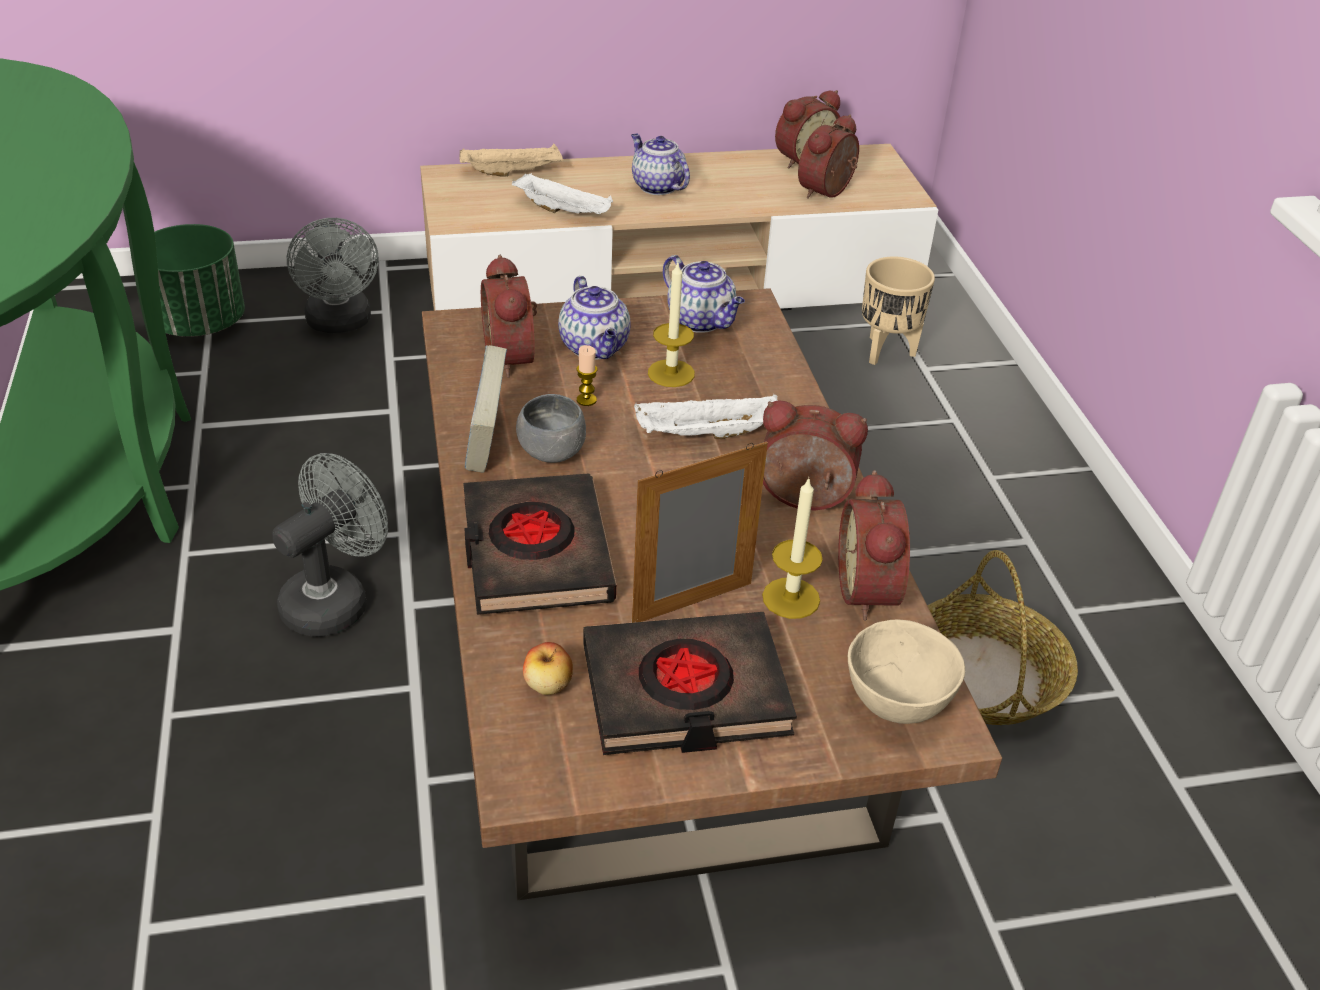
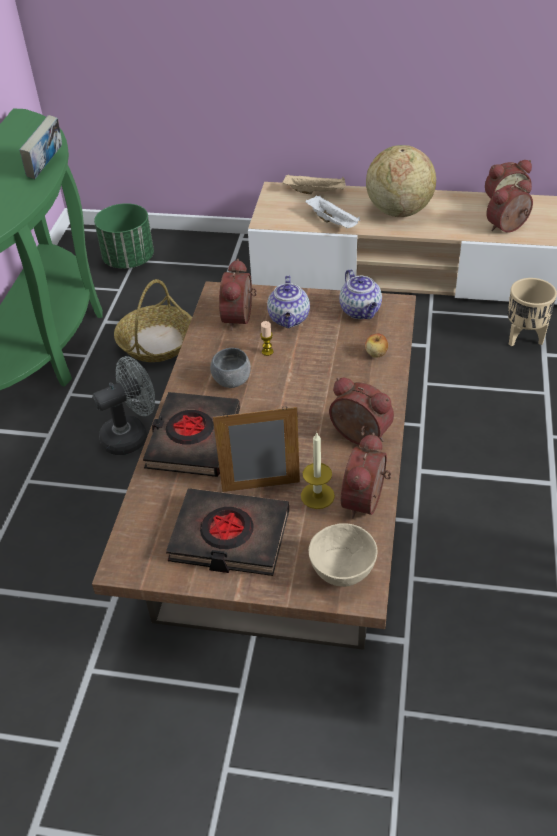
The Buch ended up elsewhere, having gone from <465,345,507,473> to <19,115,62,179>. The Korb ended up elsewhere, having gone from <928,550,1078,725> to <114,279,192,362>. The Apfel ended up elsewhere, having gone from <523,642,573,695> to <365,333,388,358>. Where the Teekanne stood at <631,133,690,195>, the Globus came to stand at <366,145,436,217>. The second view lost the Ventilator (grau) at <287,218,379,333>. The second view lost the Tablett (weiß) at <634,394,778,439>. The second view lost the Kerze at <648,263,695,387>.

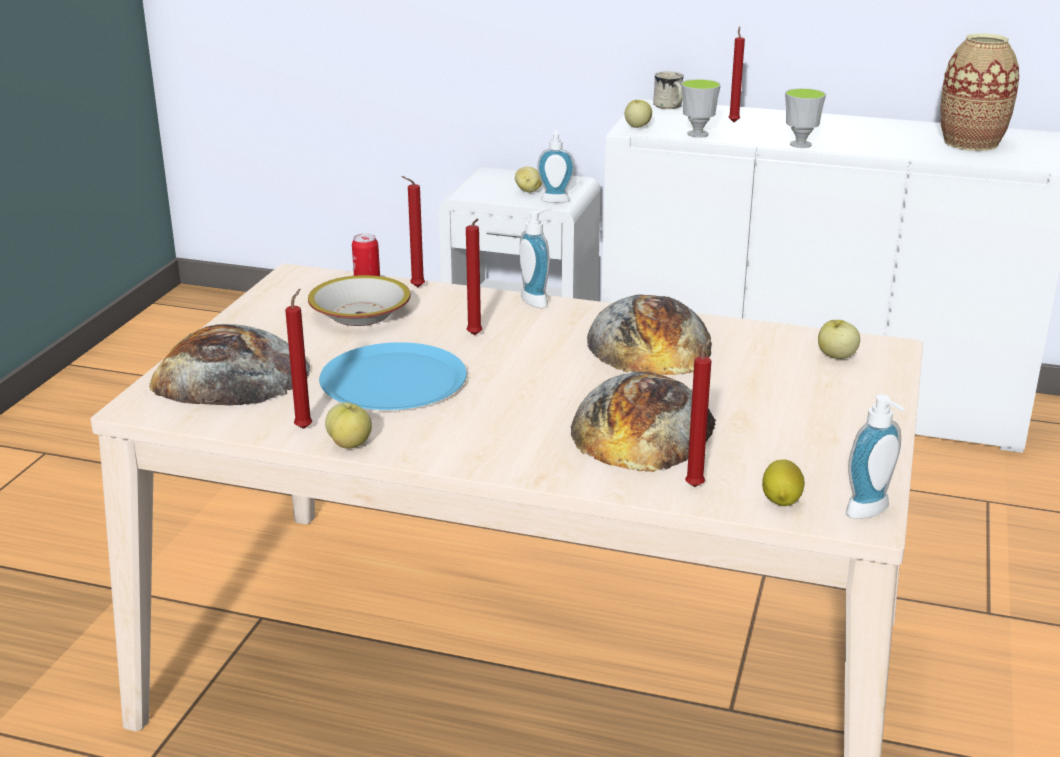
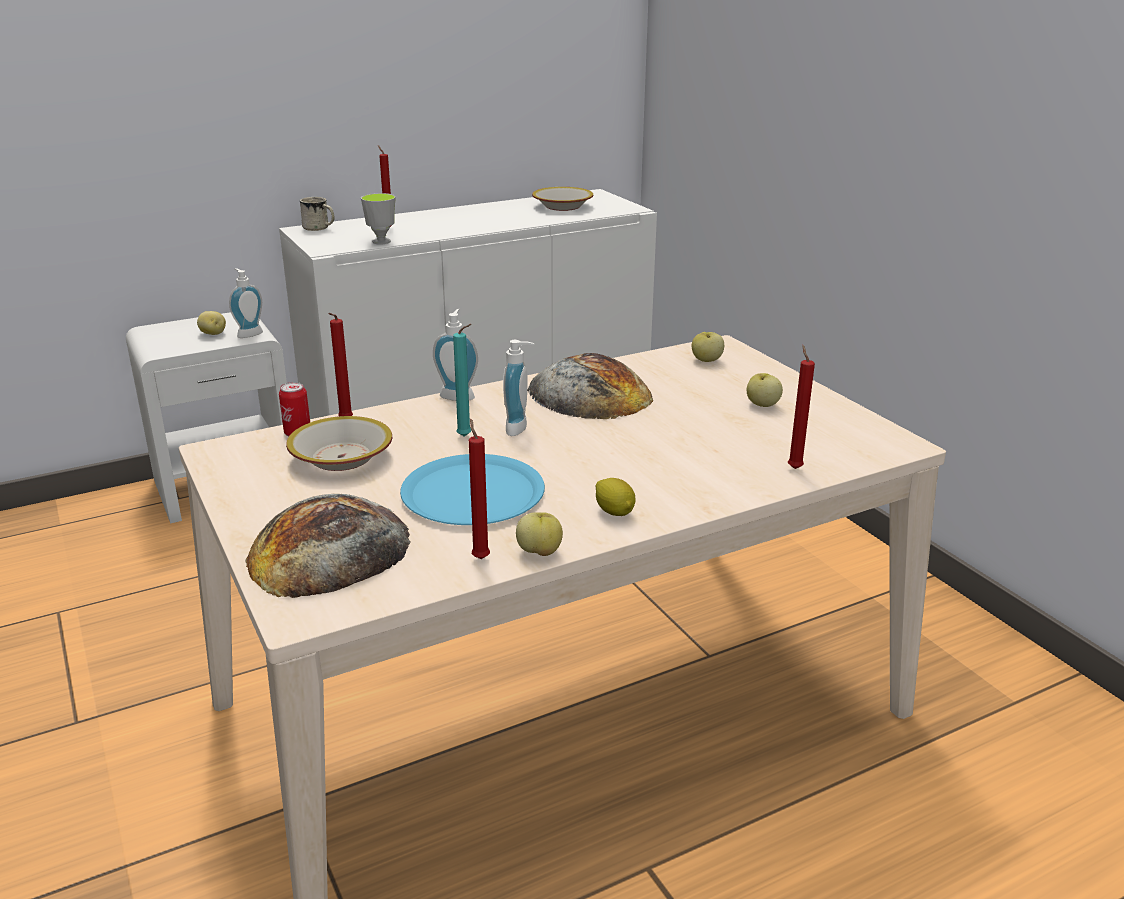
What was the Kerze (rot) at <466,219,482,335> turned into the Kerze (türkis) at <453,324,472,437>. The Seifenspender ended up elsewhere, having gone from <846,394,904,519> to <503,340,535,436>. Where the Vase stood at <941,33,1019,151>, the Schüssel came to stand at <532,187,593,211>. The Zitrone ended up elsewhere, having gone from <762,460,805,506> to <596,478,636,516>. The Apfel ended up elsewhere, having gone from <625,100,652,128> to <747,373,783,407>. The second view lost the Brot at <571,372,716,472>. The second view lost the Tasse at <785,88,826,148>.

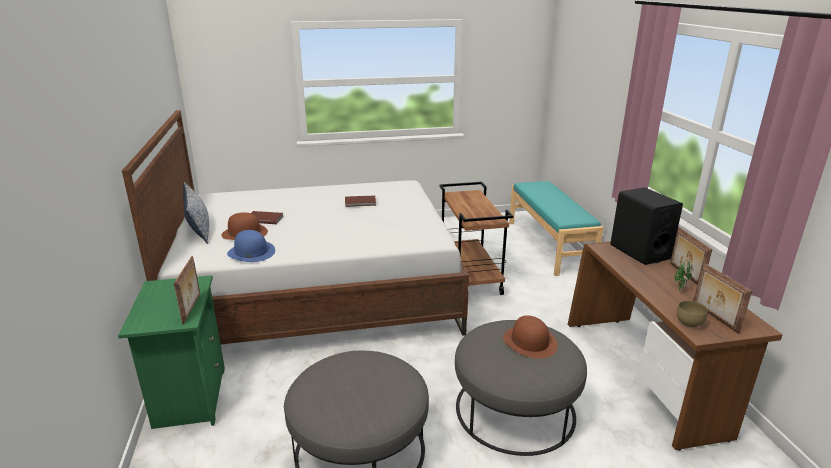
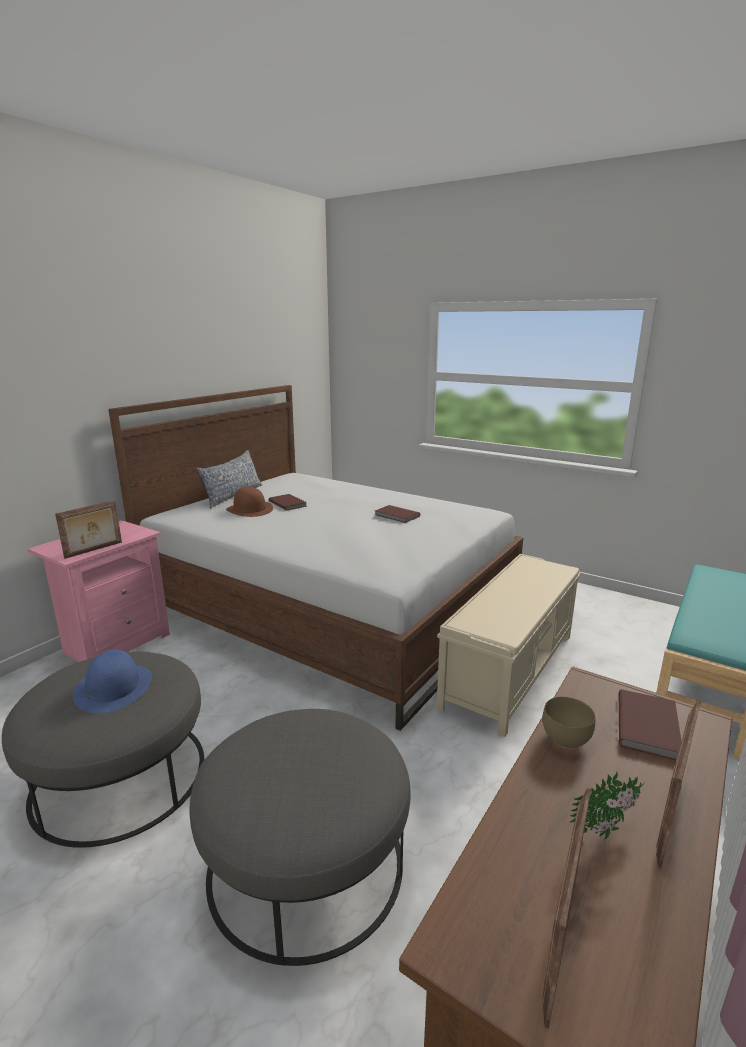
What was the Nachttisch (grün) at <118,275,225,429> turned into the Nachttisch (rosa) at <28,520,170,662>. The Hut (blau) ended up elsewhere, having gone from <227,230,275,262> to <73,650,152,713>. Where the Rollwagen (braun) stood at <439,182,513,295>, the Bank (beige) came to stand at <436,554,580,737>. The Schüssel (braun) ended up elsewhere, having gone from <677,301,708,328> to <542,697,595,749>. Where the Lautsprecher (schwarz) stood at <610,187,683,265>, the Buch (braun) came to stand at <619,690,681,760>. The second view lost the Hut (braun) at <503,315,558,359>.

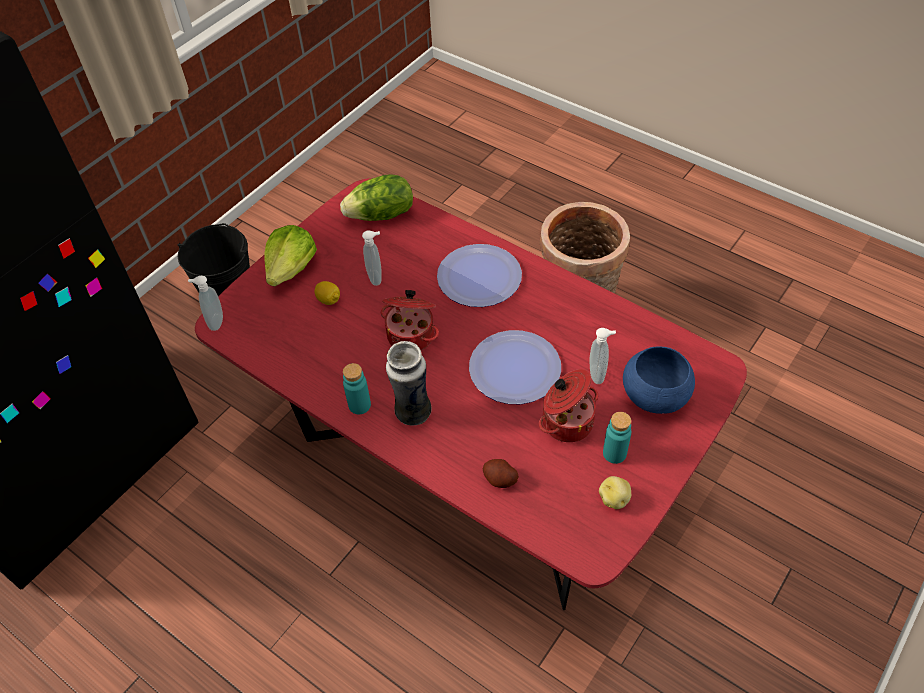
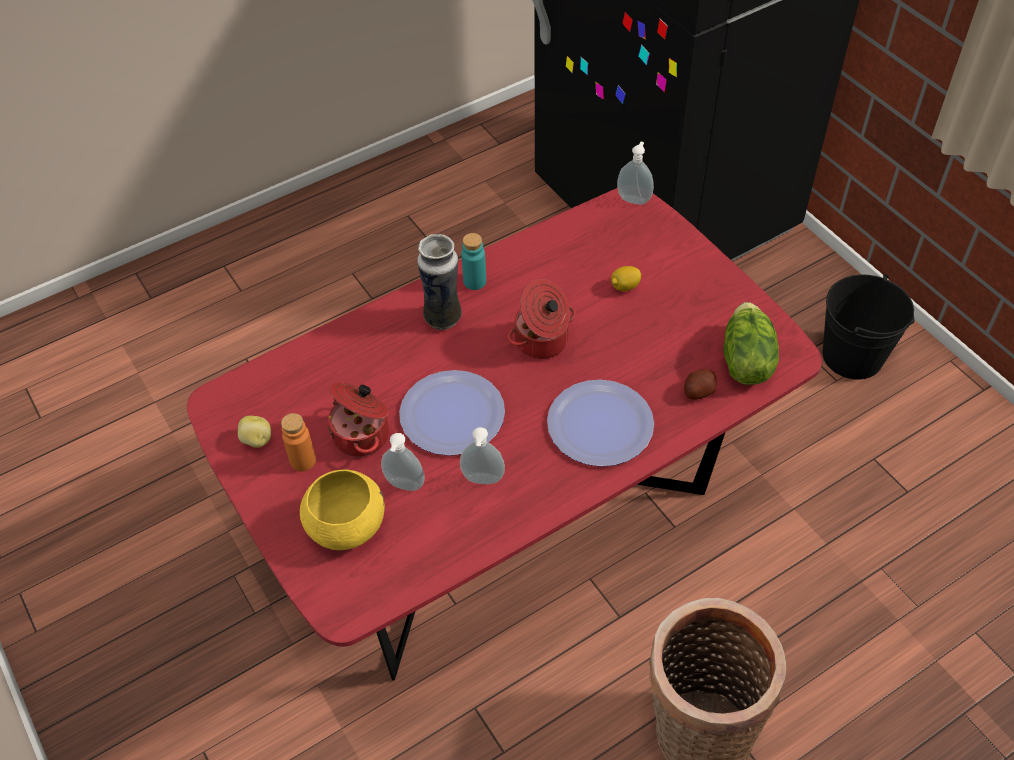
What was the Flasche (türkis) at <603,412,631,464> turned into the Flasche (orange) at <281,413,316,472>. What was the Schüssel (blau) at <623,346,695,414> turned into the Schüssel (gelb) at <300,469,385,550>. The Seifenspender ended up elsewhere, having gone from <362,231,382,286> to <460,427,505,484>. The Kartoffel ended up elsewhere, having gone from <483,459,519,488> to <684,369,717,400>. The second view lost the Salatkopf at <264,225,317,286>.

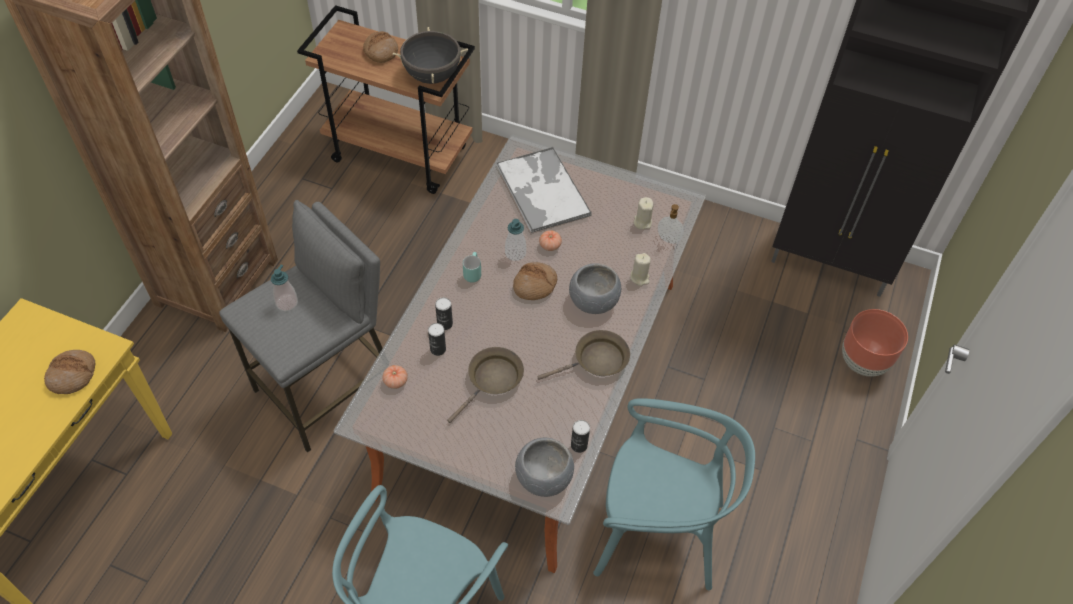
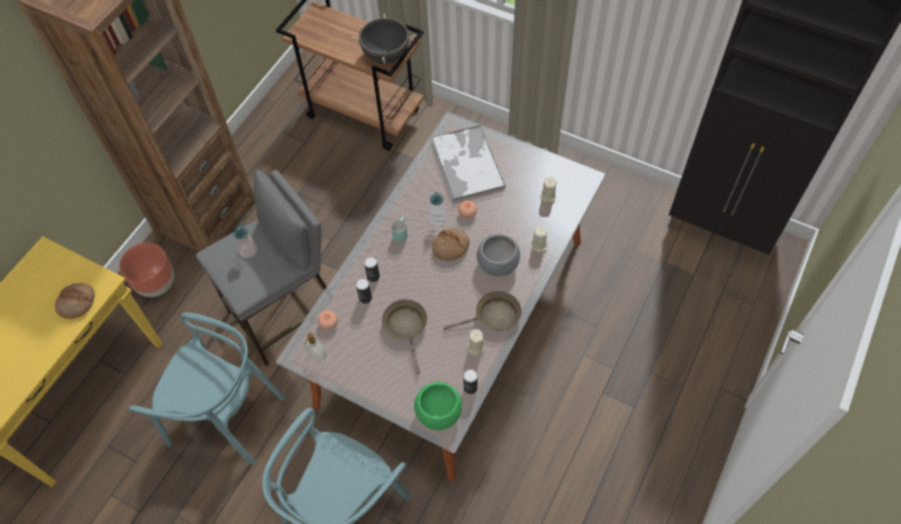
The Pflanzkübel (braun) ended up elsewhere, having gone from <842,309,908,377> to <119,243,174,297>. The Stuhl (türkis) ended up elsewhere, having gone from <593,398,755,590> to <128,312,285,465>. The Seifenspender ended up elsewhere, having gone from <658,204,683,244> to <304,332,326,361>. The Pfanne (braun) at <447,347,524,423> ended up facing another way, 60 degrees counterclockwise from before. What was the Schüssel (grau) at <515,438,574,497> turned into the Schüssel (grün) at <414,382,462,430>. The second view gained the Kerze (beige) at <466,329,485,356>. The second view lost the Brot at <363,31,398,63>.

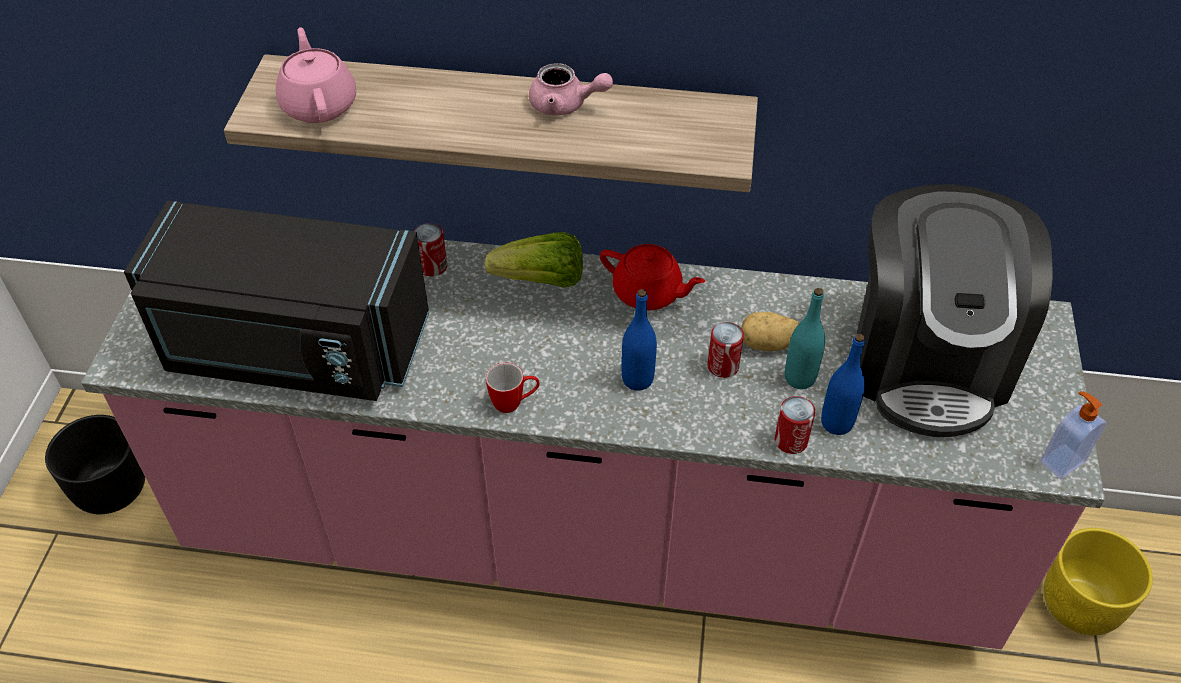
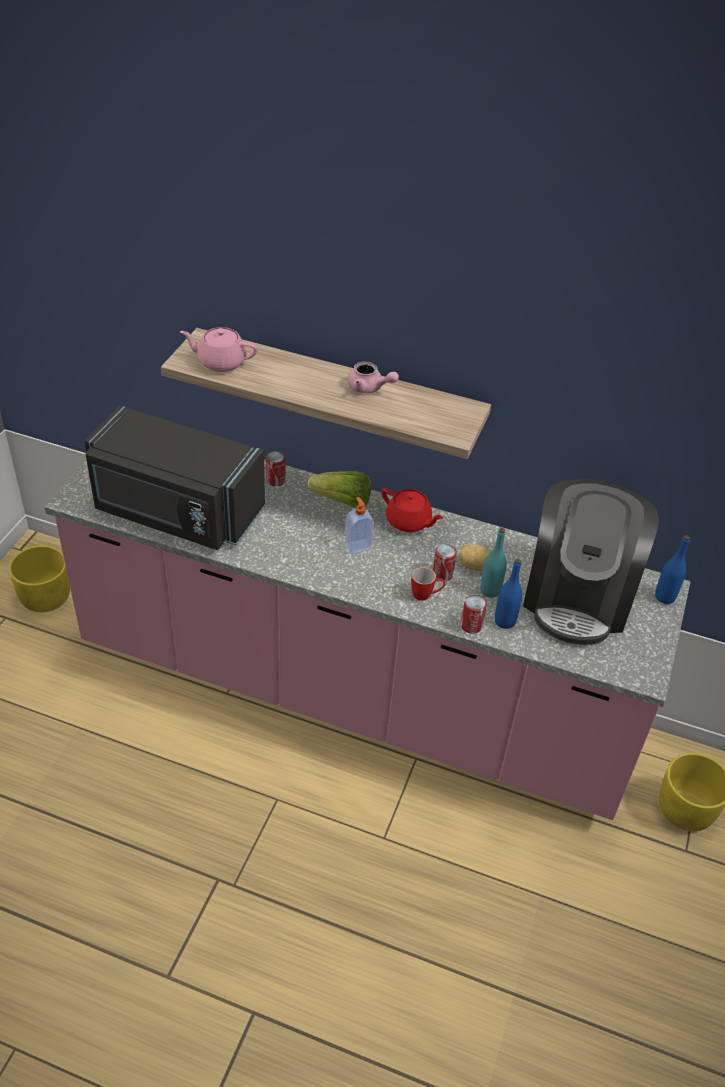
What was the Pflanzkübel (schwarz) at <45,415,145,514> turned into the Pflanzkübel (gelb) at <9,545,70,612>. The Teekanne (rosa) at <276,27,356,123> ended up facing another way, 75 degrees counterclockwise from before. The Seifenspender ended up elsewhere, having gone from <1040,391,1107,479> to <345,497,374,554>. The Henkelbecher ended up elsewhere, having gone from <486,362,540,413> to <411,567,445,601>. The Flasche (blau) ended up elsewhere, having gone from <622,289,657,391> to <655,535,690,604>.

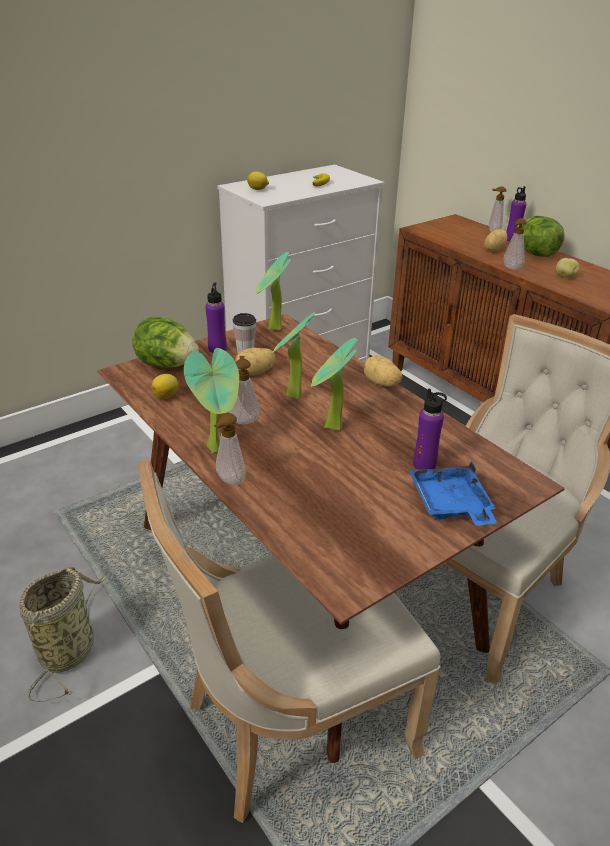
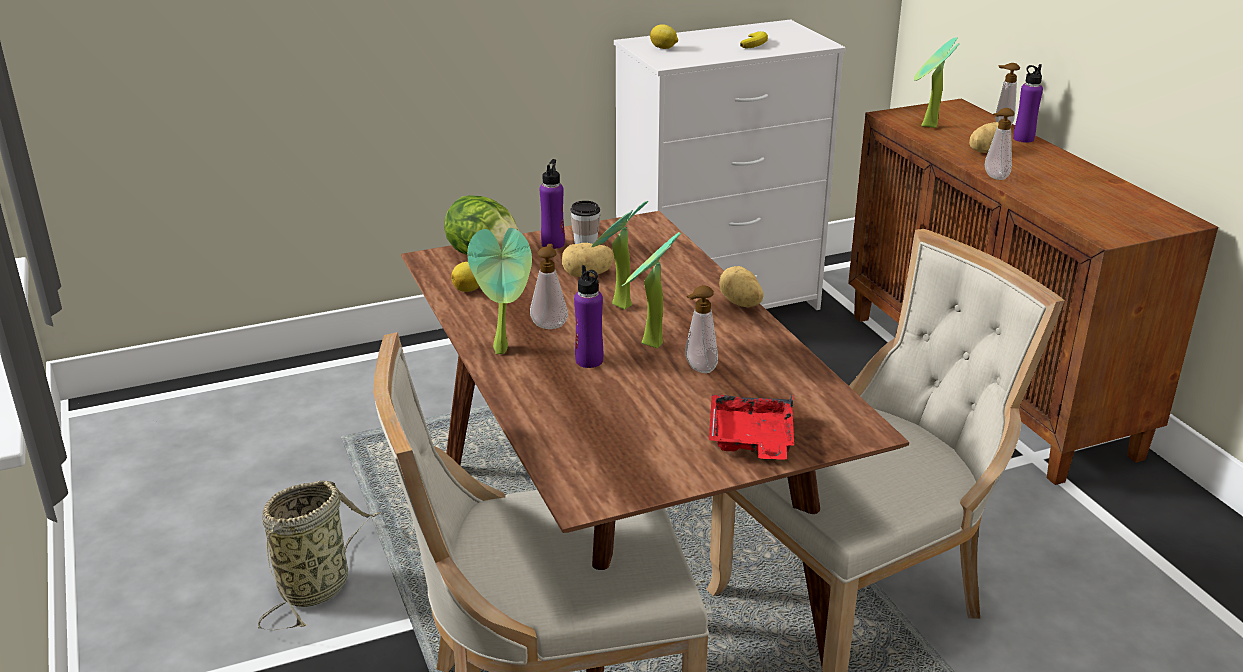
The Flasche (lila) ended up elsewhere, having gone from <413,389,447,469> to <574,265,603,368>. The Seifenspender ended up elsewhere, having gone from <214,413,246,485> to <685,285,718,373>. What was the Tablett (blau) at <409,461,497,526> turned into the Tablett (rot) at <709,393,794,460>. The Topfpflanze ended up elsewhere, having gone from <256,252,291,331> to <914,37,959,128>. The second view lost the Salatkopf at <517,216,565,257>. The second view lost the Kartoffel at <556,258,579,278>.

